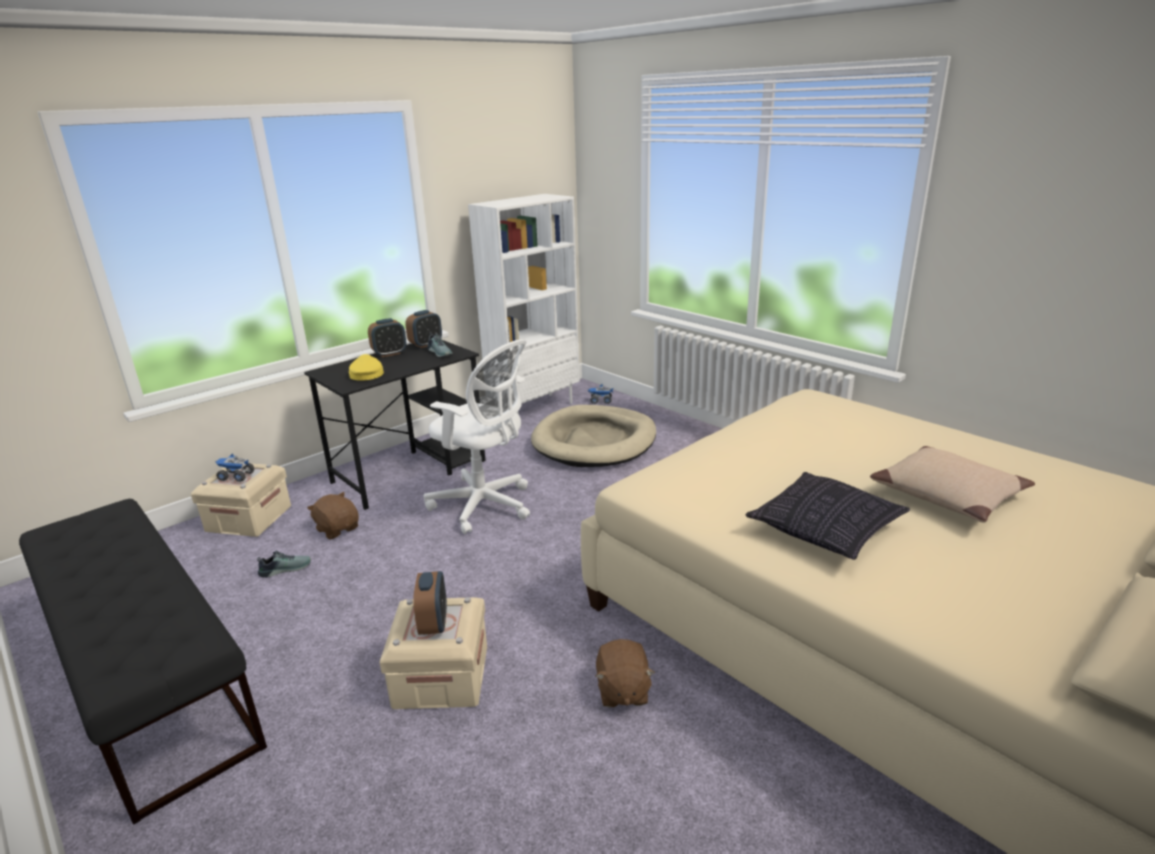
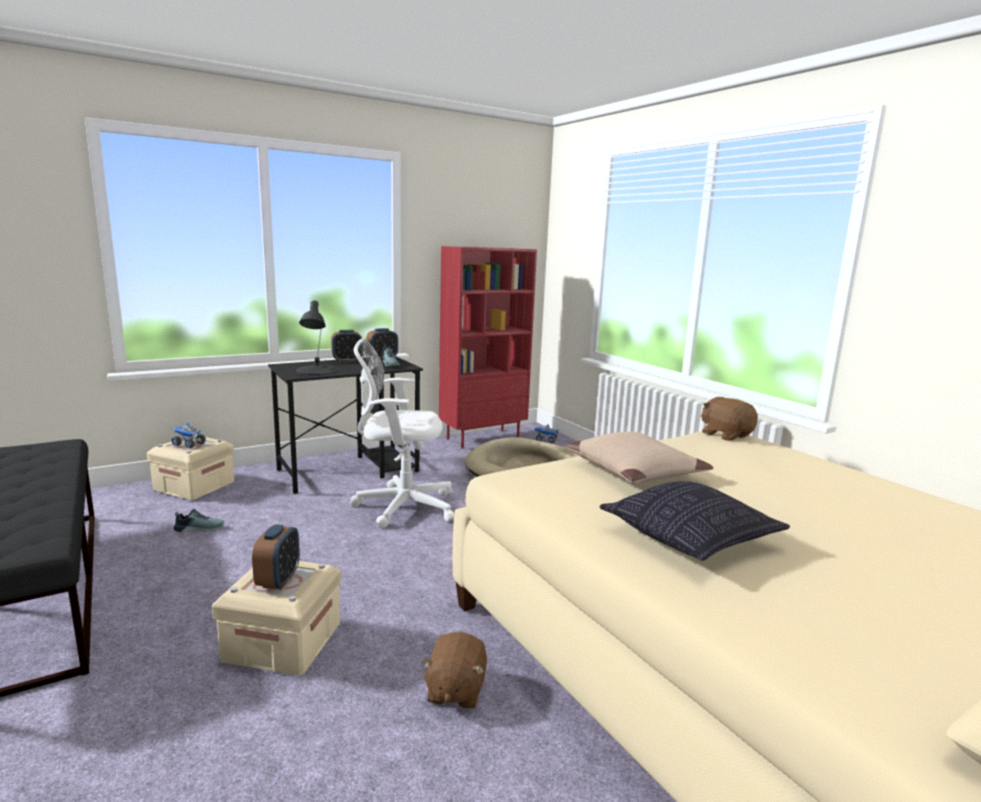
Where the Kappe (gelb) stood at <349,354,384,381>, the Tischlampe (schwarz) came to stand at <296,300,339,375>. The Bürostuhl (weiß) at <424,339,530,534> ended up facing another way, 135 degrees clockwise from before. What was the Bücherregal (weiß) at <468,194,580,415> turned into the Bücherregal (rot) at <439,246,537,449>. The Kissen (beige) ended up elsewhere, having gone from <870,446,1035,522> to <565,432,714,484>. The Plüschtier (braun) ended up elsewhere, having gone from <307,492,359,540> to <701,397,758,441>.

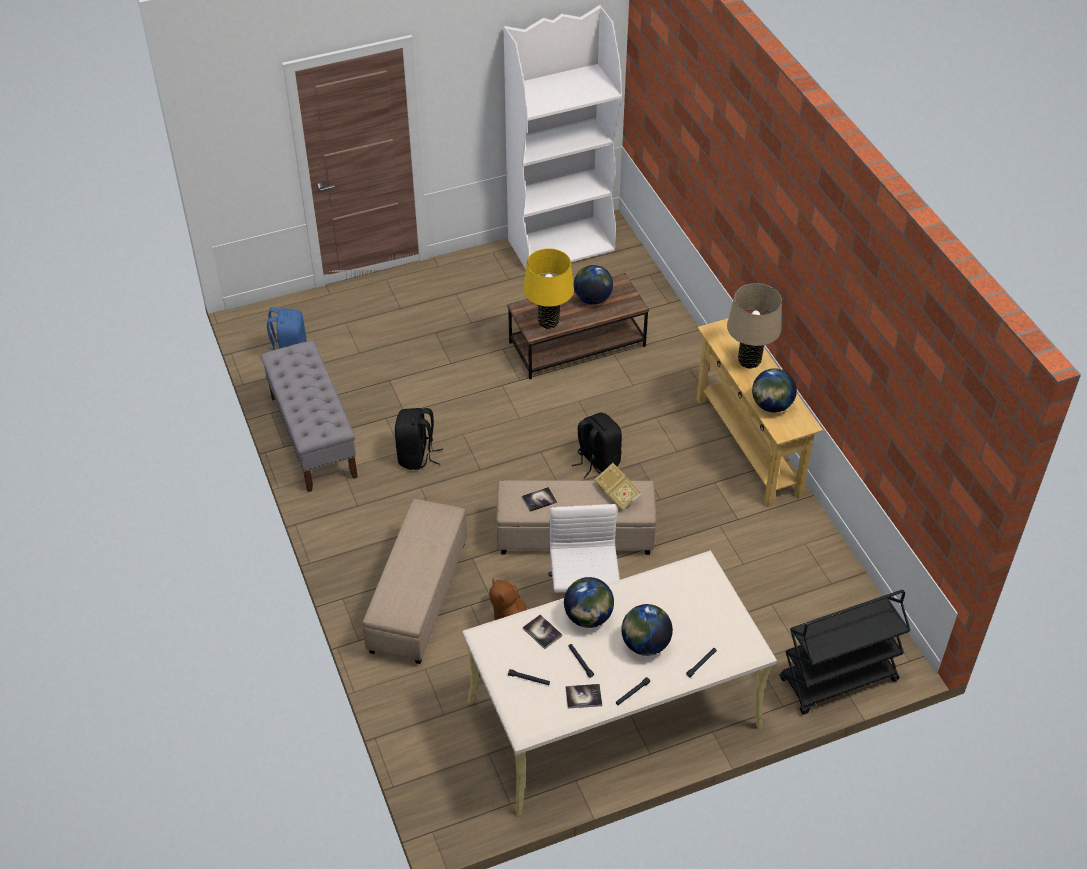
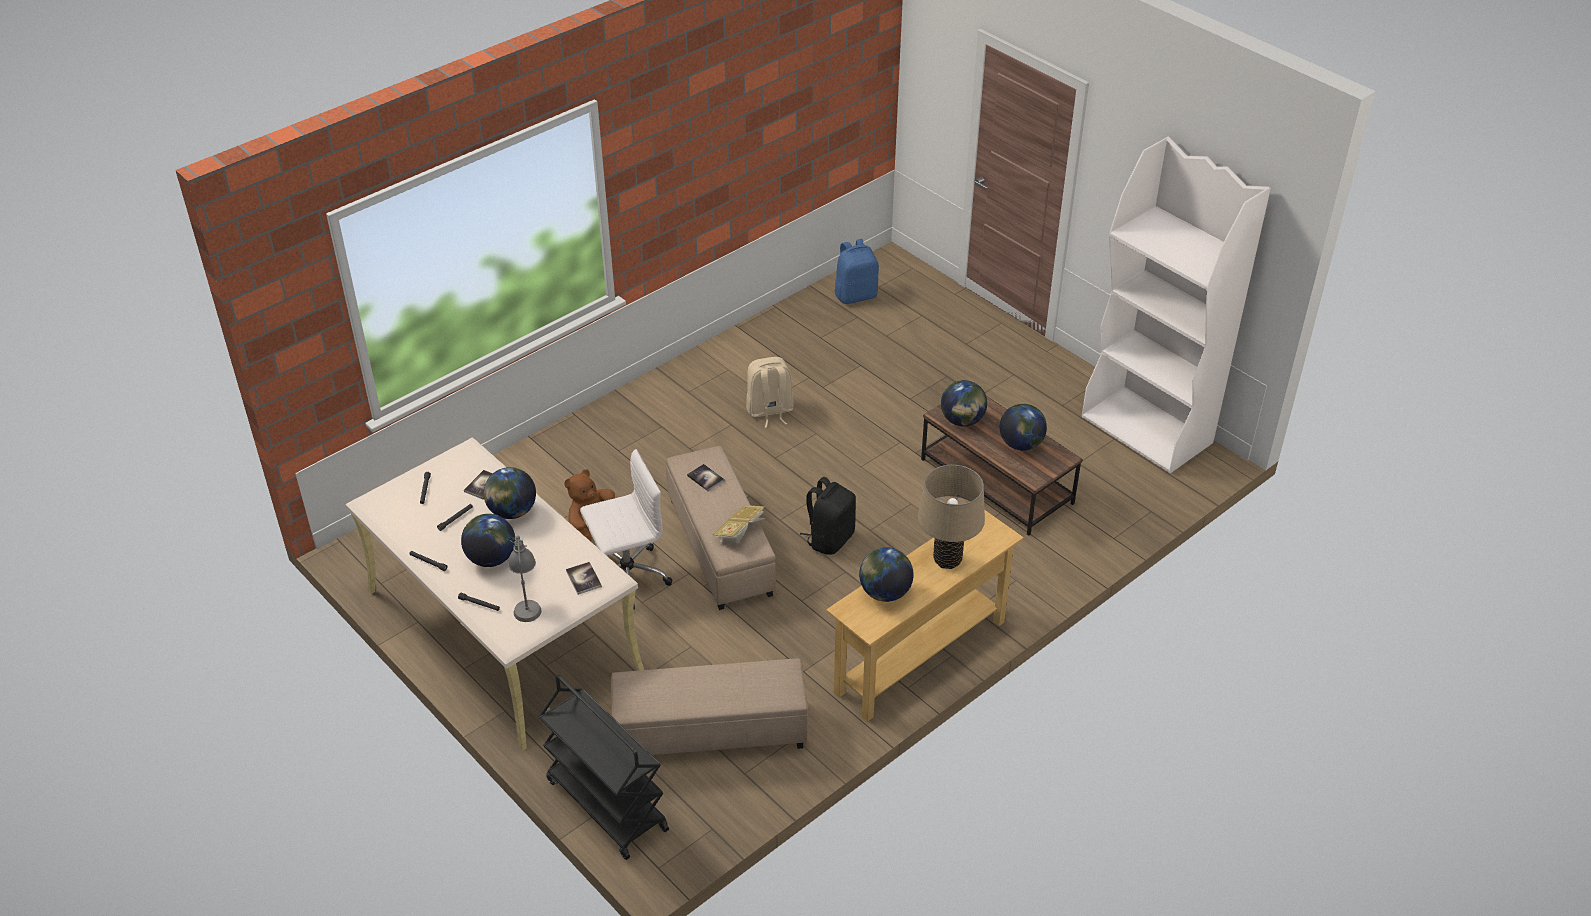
The second view gained the Tischlampe (grau) at <508,536,542,622>. The Buch ended up elsewhere, having gone from <566,684,602,709> to <566,562,602,595>. The Polsterhocker (beige) ended up elsewhere, having gone from <362,499,467,664> to <611,658,808,755>. What was the Rucksack (schwarz) at <395,408,443,470> turned into the Rucksack (beige) at <746,357,794,428>. Where the Tischlampe (gelb) stood at <524,248,574,329>, the Globus came to stand at <941,380,987,426>. The second view lost the Bank (grau) at <261,341,358,492>.

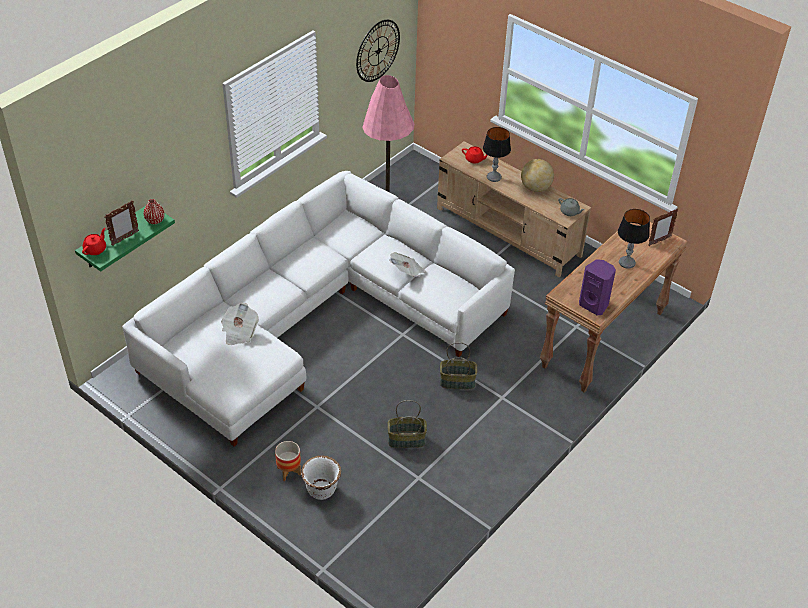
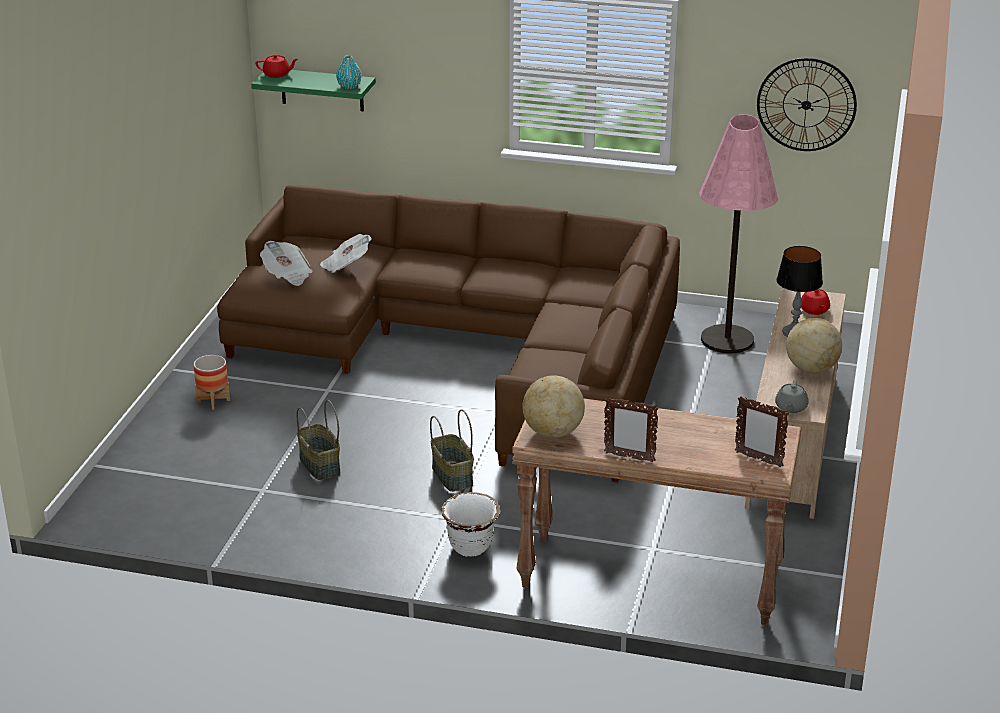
What was the Sofa (weiß) at <122,171,515,447> turned into the Sofa (braun) at <217,185,680,483>. The Zeitung ended up elsewhere, having gone from <389,252,426,277> to <260,241,313,286>. What was the Vase (rot) at <144,199,164,224> turned into the Vase (türkis) at <336,55,362,89>. The Pflanzkübel (weiß) ended up elsewhere, having gone from <301,455,341,500> to <441,492,501,557>. Where the Lautsprecher (lila) stood at <579,259,616,315>, the Globus came to stand at <522,375,585,438>. The Bilderrahmen ended up elsewhere, having gone from <105,200,139,246> to <604,397,659,462>. The second view lost the Tischlampe at <618,209,650,269>.

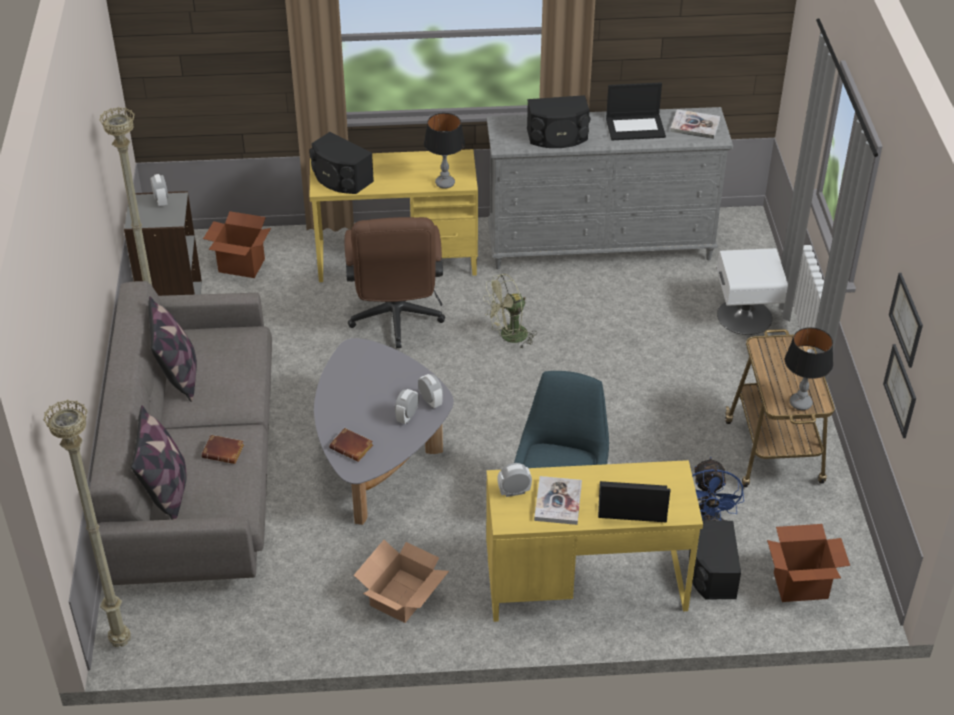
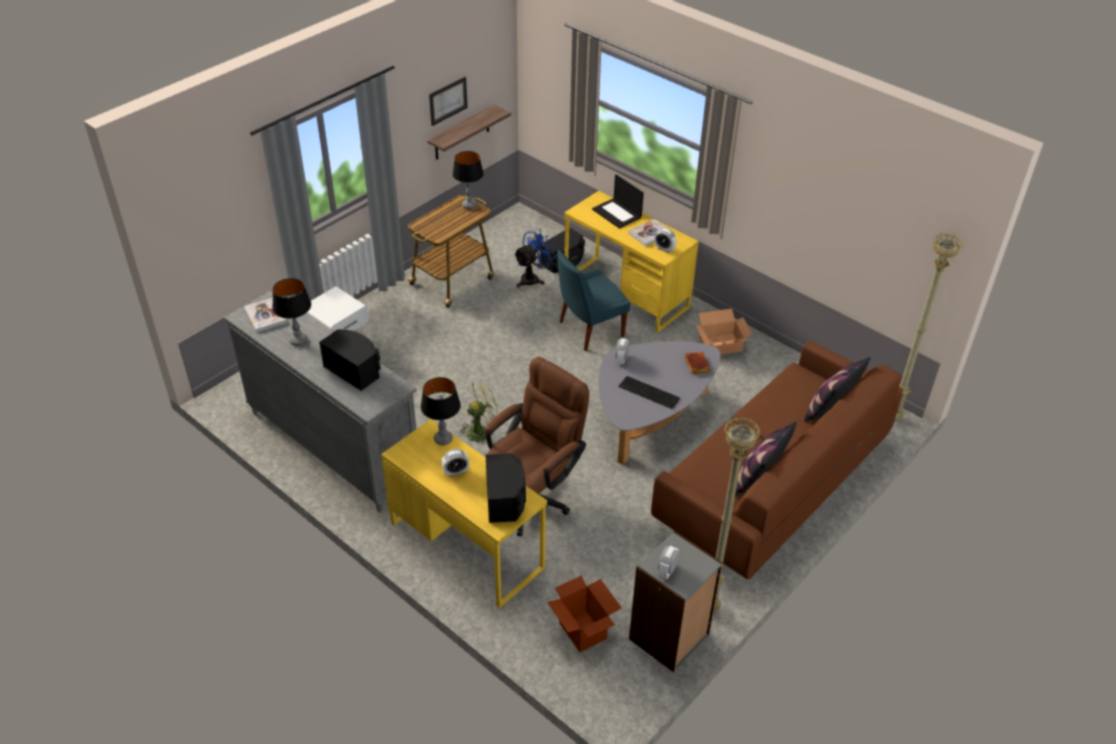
Where the Laptop stood at <606,82,666,140>, the Tischlampe came to stand at <272,278,311,346>. Where the Bild hung at <883,344,916,438>, the Wandregal came to hang at <427,105,511,160>. The Wecker ended up elsewhere, having gone from <395,389,419,424> to <441,449,469,477>. The Ventilator (grün) at <483,274,537,349> ended up facing another way, 45 degrees counterclockwise from before. The second view gained the Tastatur at <619,376,680,409>. What was the Sofa (grau) at <90,281,272,585> turned into the Sofa (braun) at <651,340,903,579>. The second view lost the Buch (braun) at <201,435,244,464>. The second view lost the Karton at <767,524,850,602>.

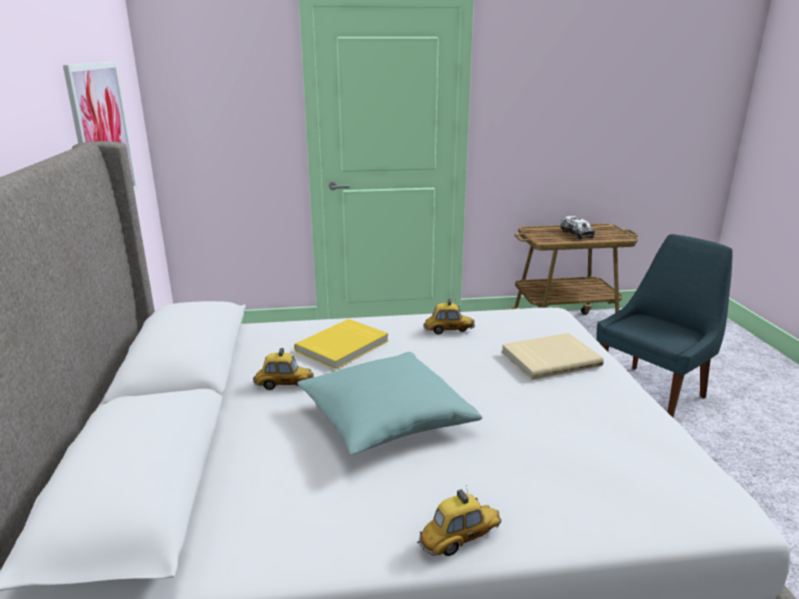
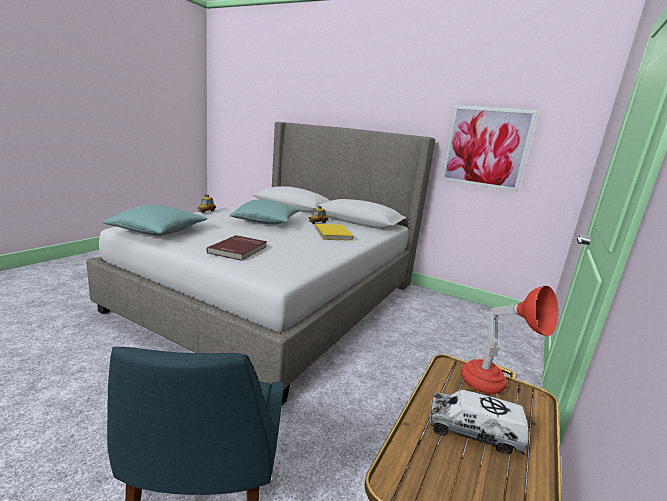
The second view gained the Kissen (türkis) at <103,205,207,236>. What was the Buch (beige) at <501,333,604,380> turned into the Buch (rot) at <206,235,267,261>. The second view gained the Tischlampe (rot) at <461,286,558,394>. The second view lost the Spielzeugauto at <423,299,475,334>.

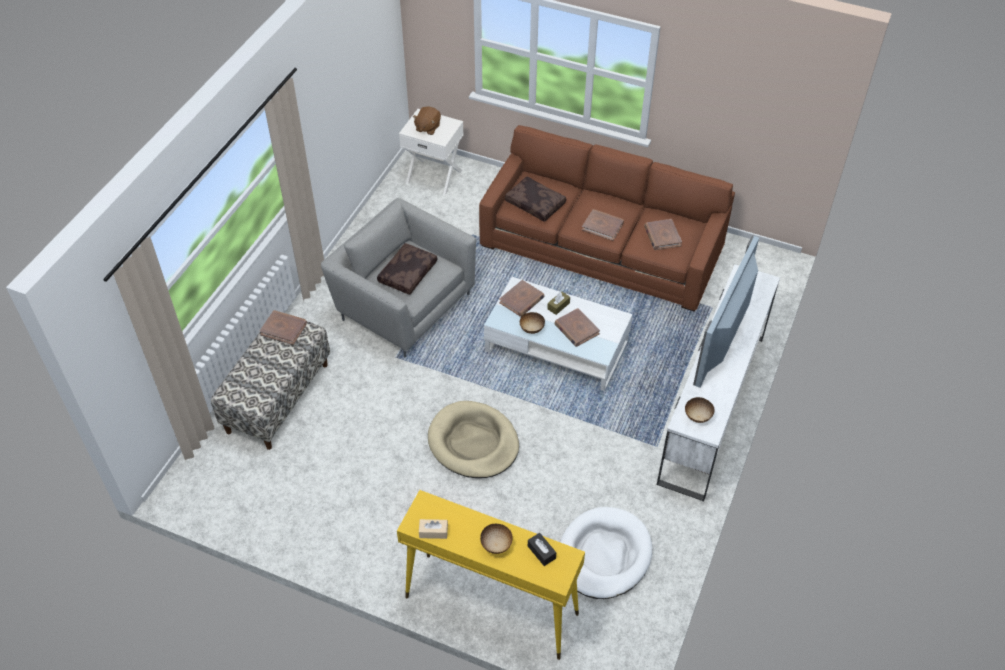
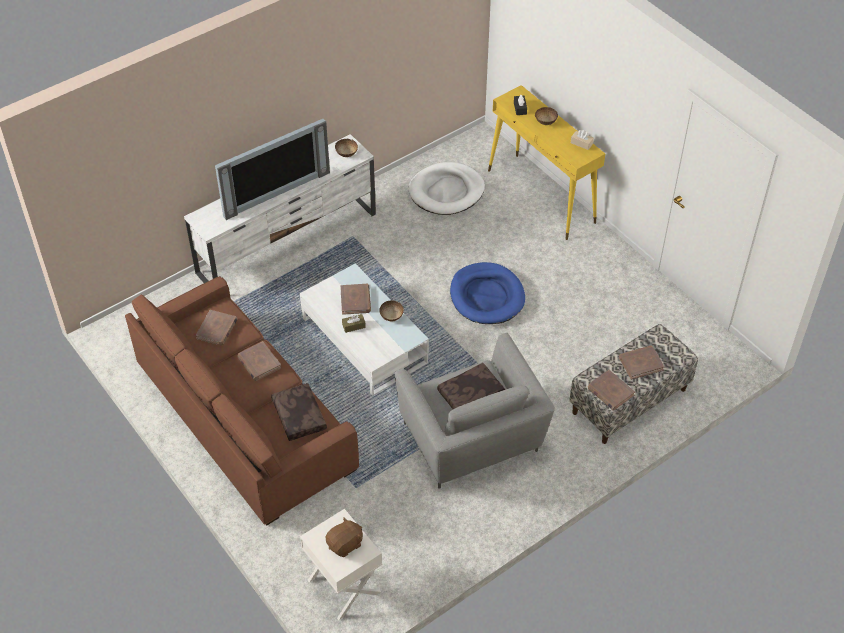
What was the Hundebett (beige) at <428,401,519,478> turned into the Hundebett (blau) at <450,262,525,324>. The Buch (braun) ended up elsewhere, having gone from <499,280,544,317> to <619,345,664,380>.

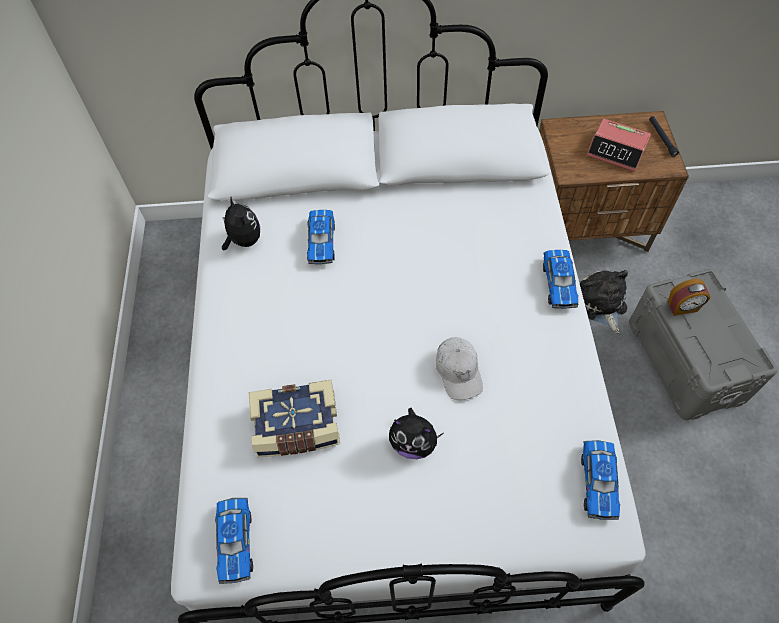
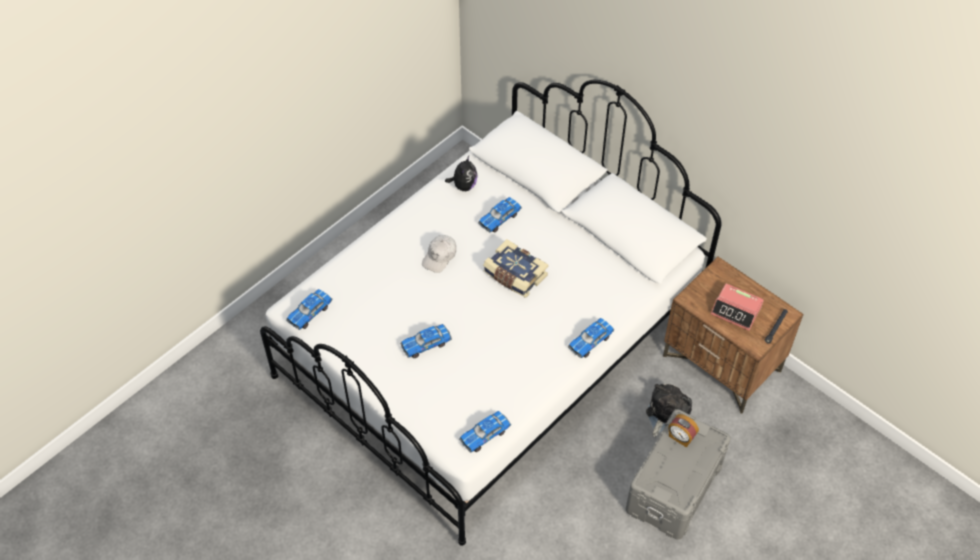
Where the Plüschtier stood at <389,408,443,459>, the Spielzeugauto came to stand at <400,324,452,358>. The Kappe (weiß) ended up elsewhere, having gone from <436,337,483,400> to <422,235,456,273>. The Buch ended up elsewhere, having gone from <249,380,340,457> to <483,239,548,298>. The Wecker at <587,119,651,172> ended up facing another way, 45 degrees counterclockwise from before.

